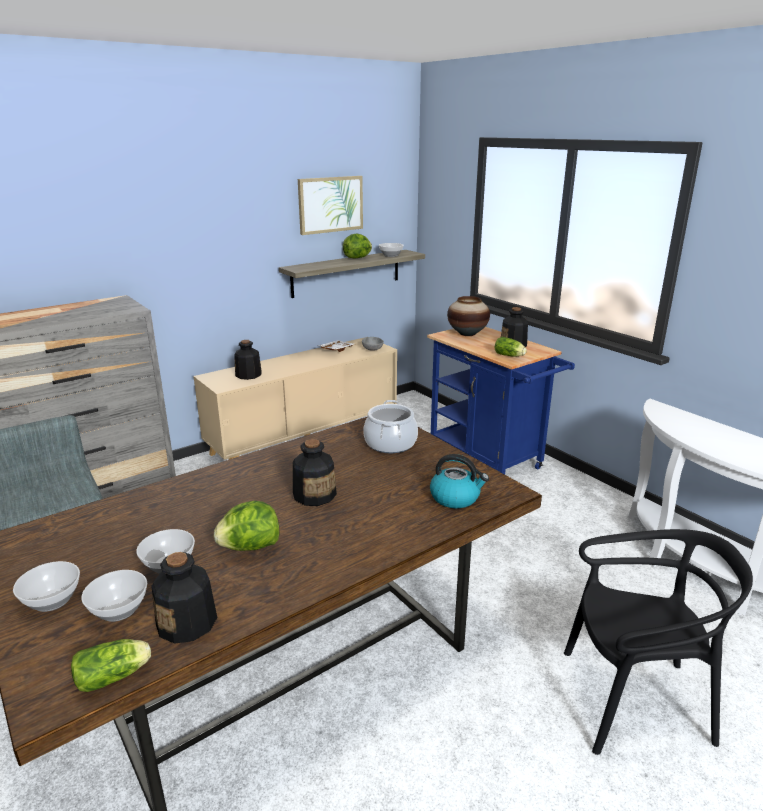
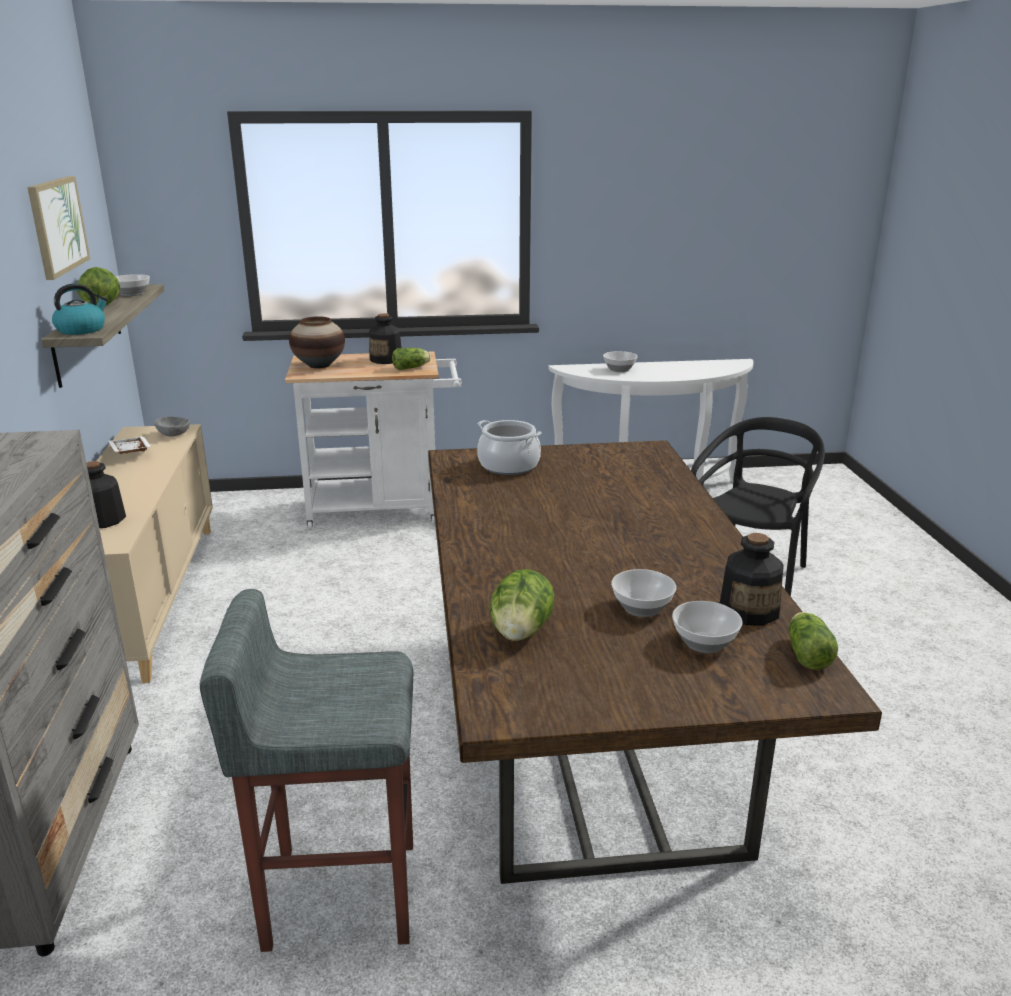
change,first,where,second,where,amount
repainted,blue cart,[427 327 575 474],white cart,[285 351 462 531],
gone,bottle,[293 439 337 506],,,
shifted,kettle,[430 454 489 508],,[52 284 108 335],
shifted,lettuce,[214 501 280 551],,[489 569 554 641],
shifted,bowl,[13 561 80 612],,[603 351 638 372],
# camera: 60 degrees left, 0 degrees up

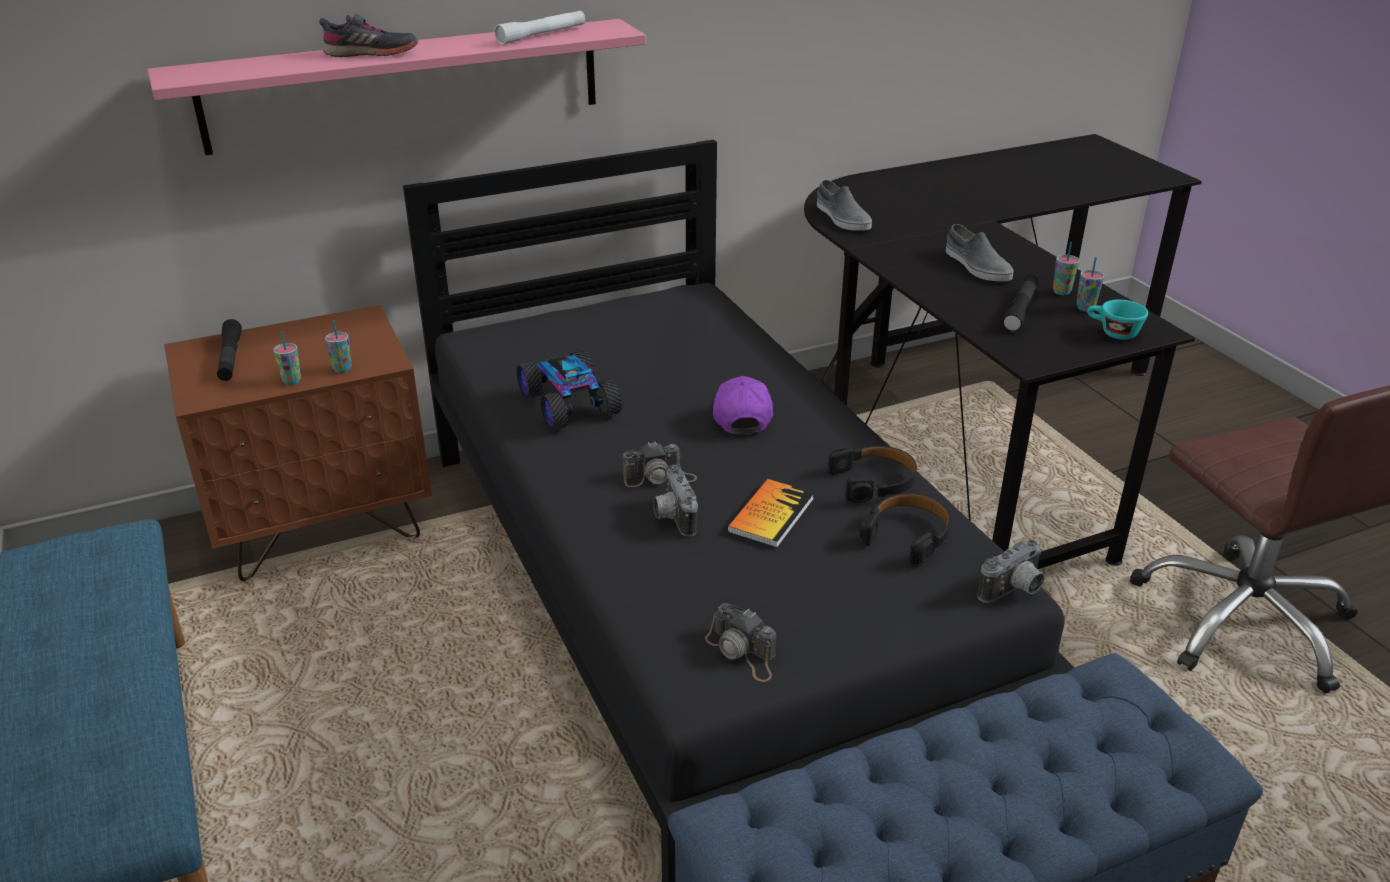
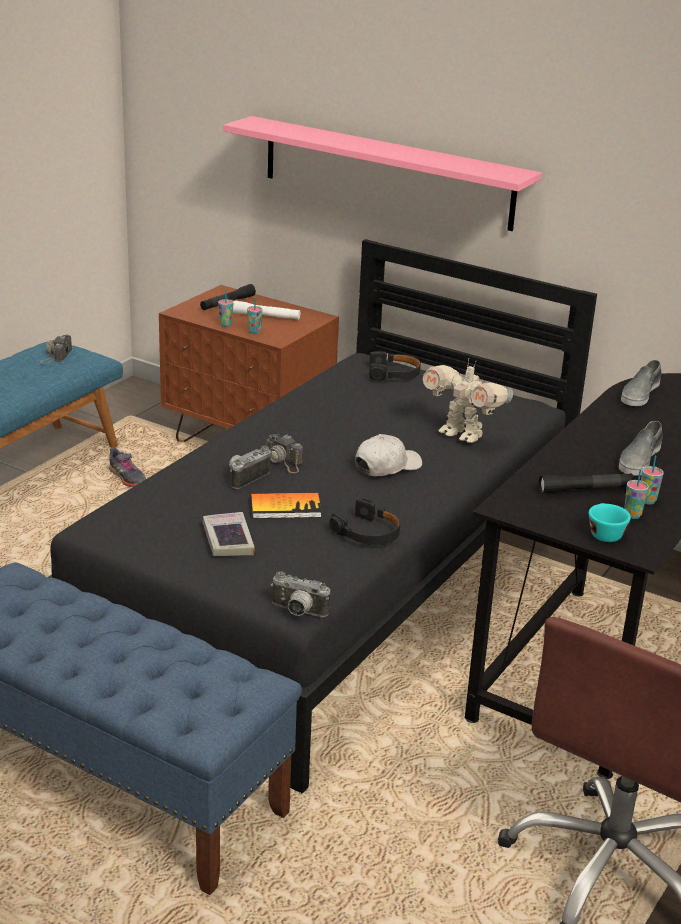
change,first,where,second,where,amount
shifted,white flashlight,[494 11 585 45],,[233 301 300 320],
shifted,grey shoe,[319 14 418 57],,[109 447 146 487],
gone,toy car,[517 350 622 431],,,
repainted,purple cap,[713 376 773 434],white cap,[355 434 422 476],
shifted,black headphones,[860 493 951 565],,[369 351 421 380],
shifted,photo camera,[705 603 776 682],,[40 334 72 364],
new,,,toy robot,[423 359 513 443],
new,,,book,[203 512 255 556],
# camera: 55 degrees right, 5 degrees down

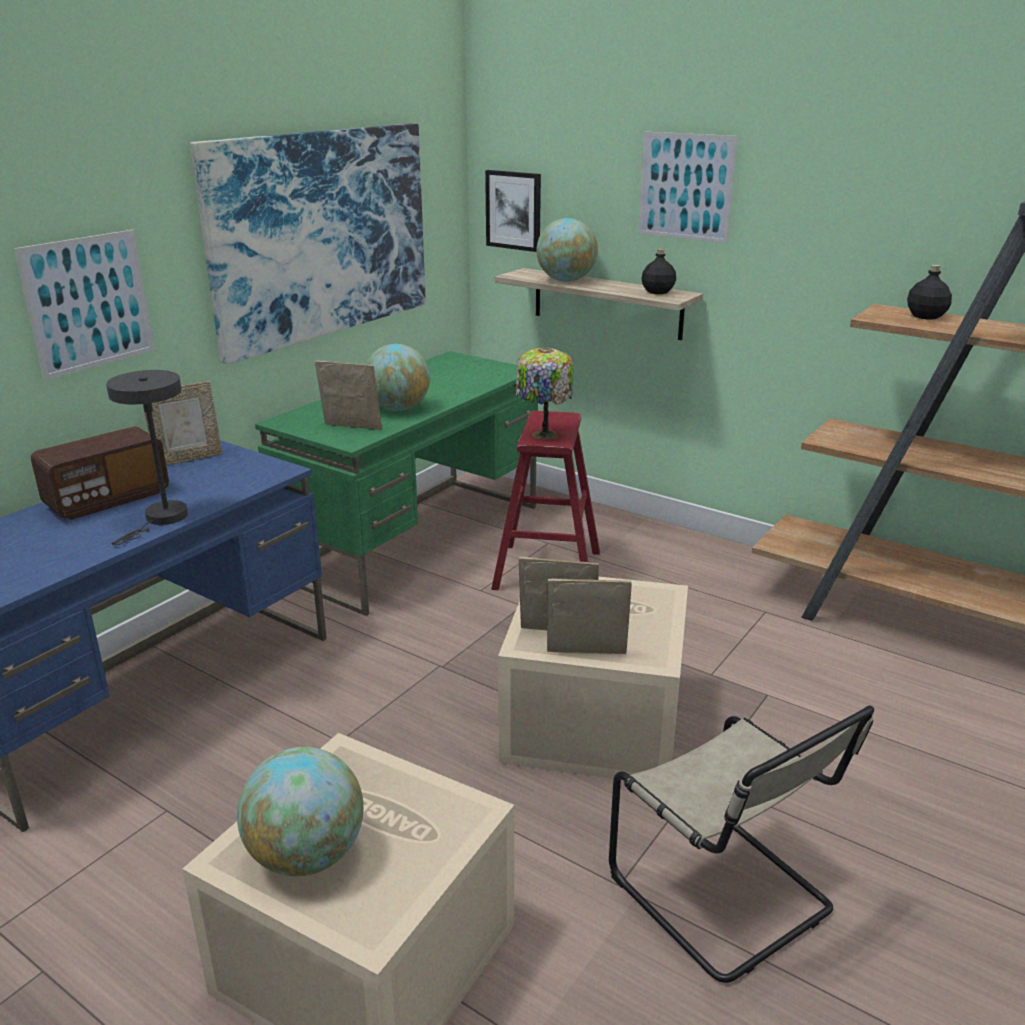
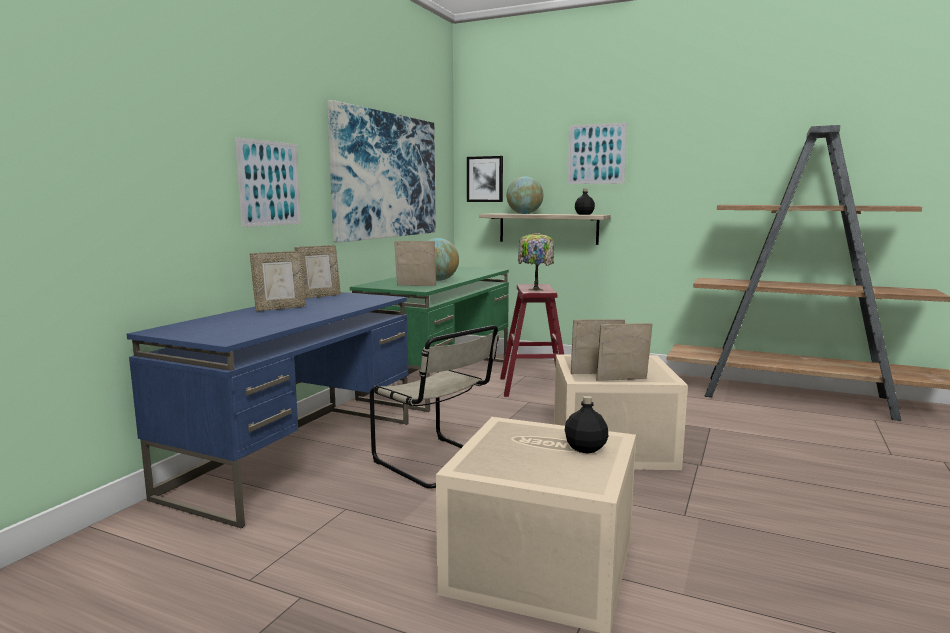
change,first,where,second,where,amount
shifted,black bottle,[907 265 952 319],,[565 396 608 453],
gone,grey table lamp,[106 370 188 545],,,
swapped,radio,[31 426 169 520],picture frame,[250 251 306 311],
shifted,beige chair,[609 705 874 983],,[370 325 499 489],
gone,globe,[237 747 363 876],,,
# camera: 10 degrees left, 15 degrees down

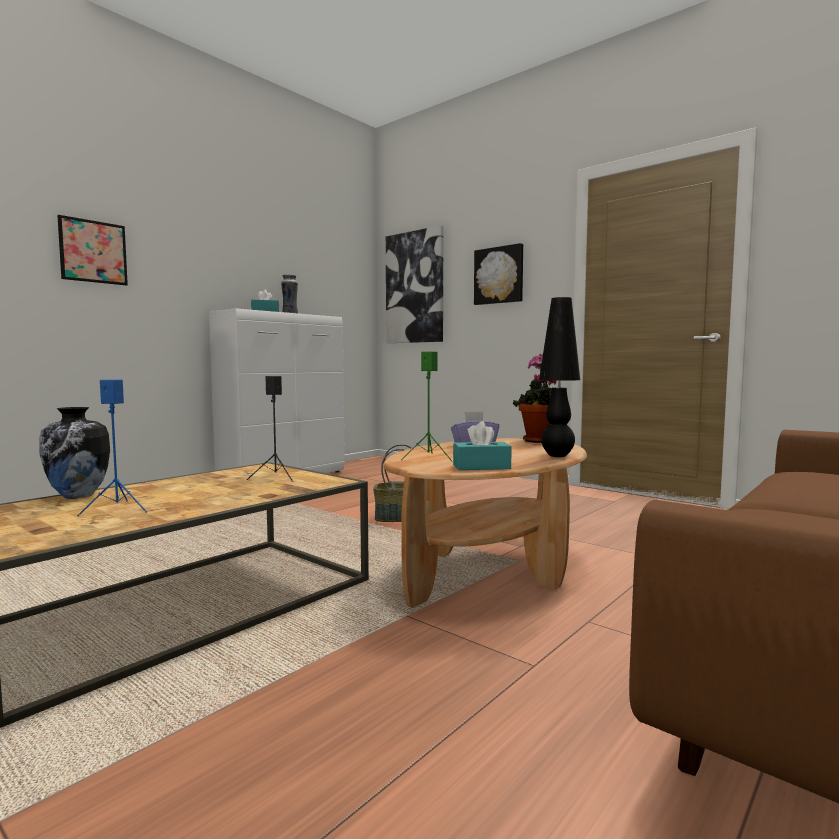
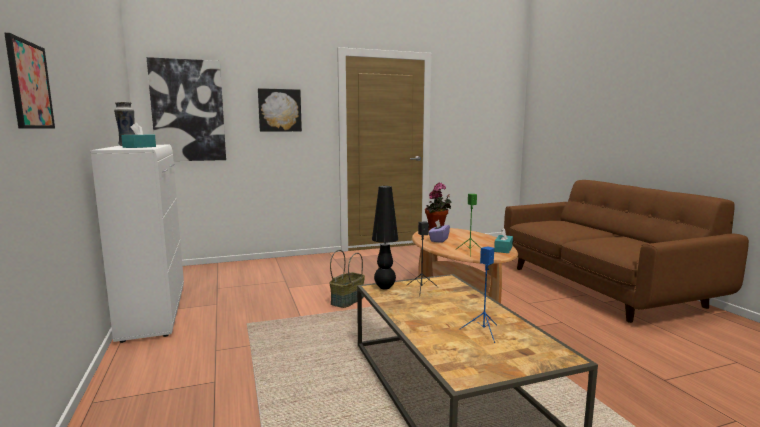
change,first,where,second,where,amount
shifted,black table lamp,[539 297 580 457],,[372 186 399 290],
gone,vase,[39 407 110 499],,,
# camera: 60 degrees left, 5 degrees up

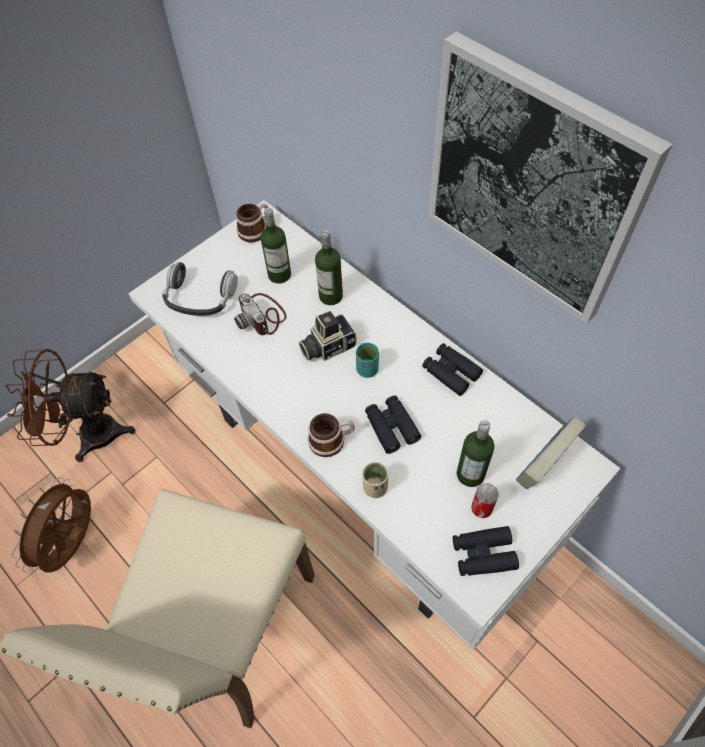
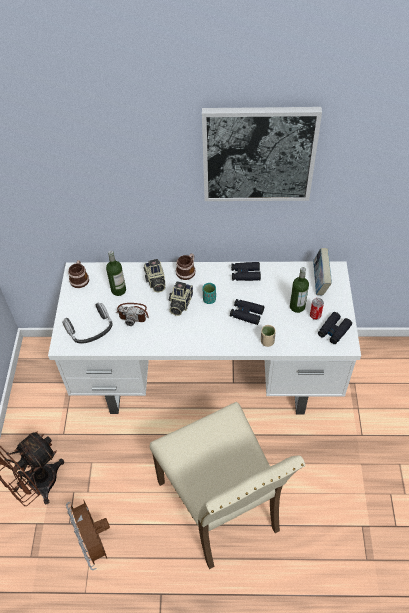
change,first,where,second,where,amount
swapped,bottle,[315 230 343 305],photo camera,[144 259 165 292],
shifted,mug,[308 413 355 457],,[176 253 195 280],
# camera: 45 degrees left, 5 degrees down

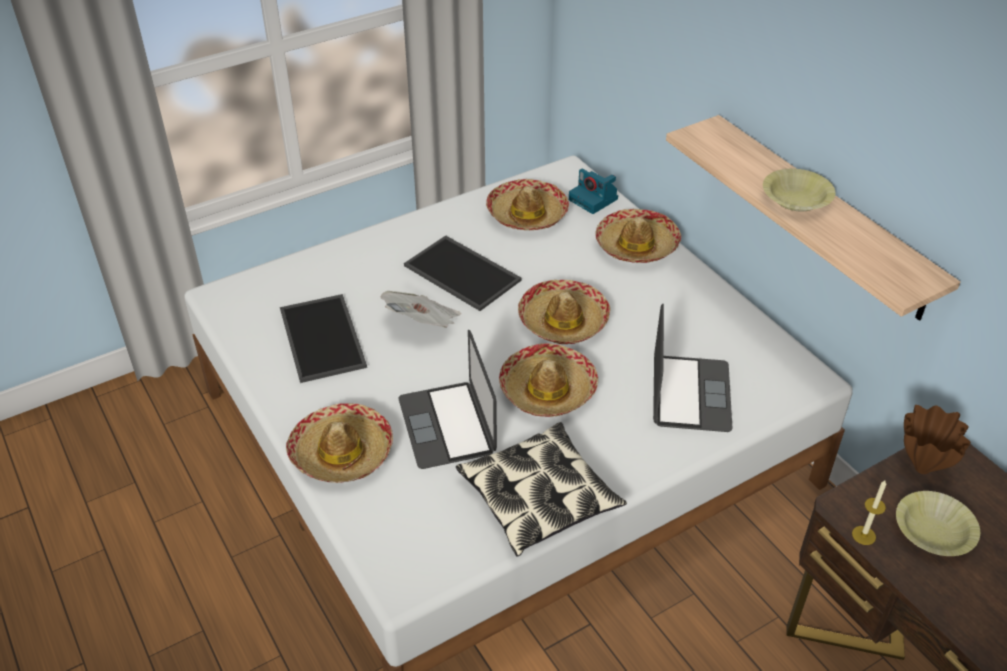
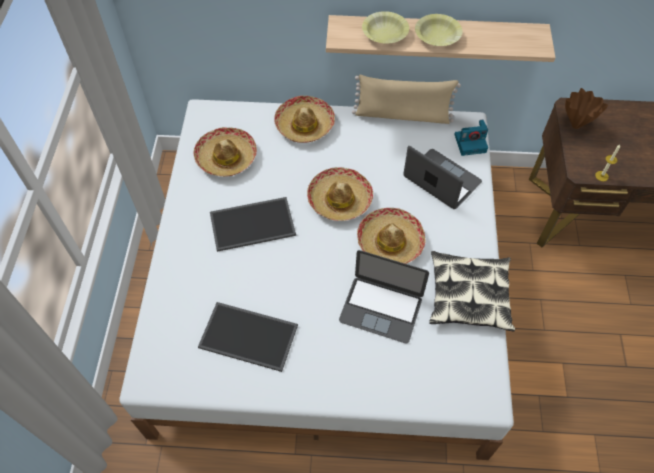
change,first,where,second,where,amount
shifted,photo camera,[569 169 618 214],,[454 119 488 156],
gone,newspaper,[381 291 461 328],,,
gone,hat,[286 403 393 483],,,
shifted,yellow bowl,[896 491 980 556],,[362 11 409 44],
new,,,beige pillow,[352 74 461 124],
# camera: 55 degrees left, 15 degrees up

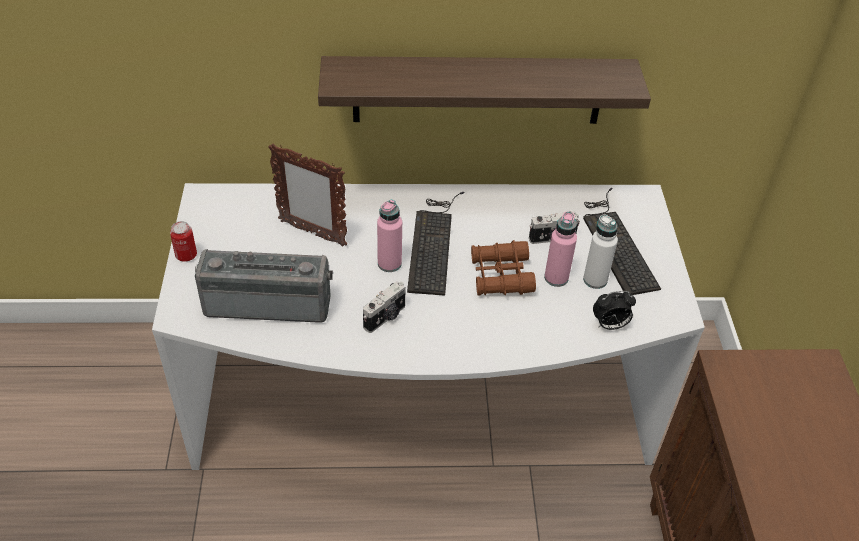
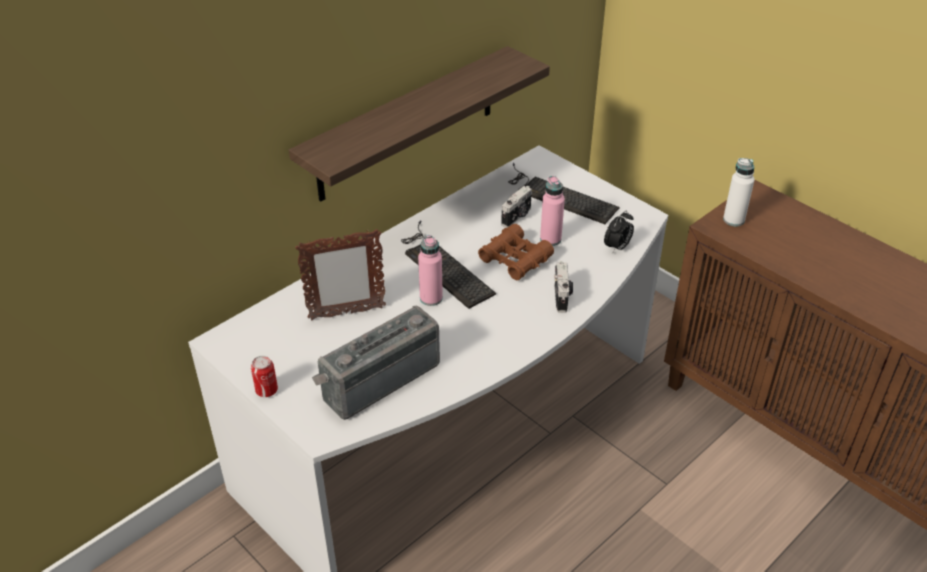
change,first,where,second,where,amount
shifted,white bottle,[583 214 618 289],,[723 158 755 226],
shifted,photo camera,[363 281 406 333],,[554 261 573 313],
# camera: 40 degrees left, 5 degrees down

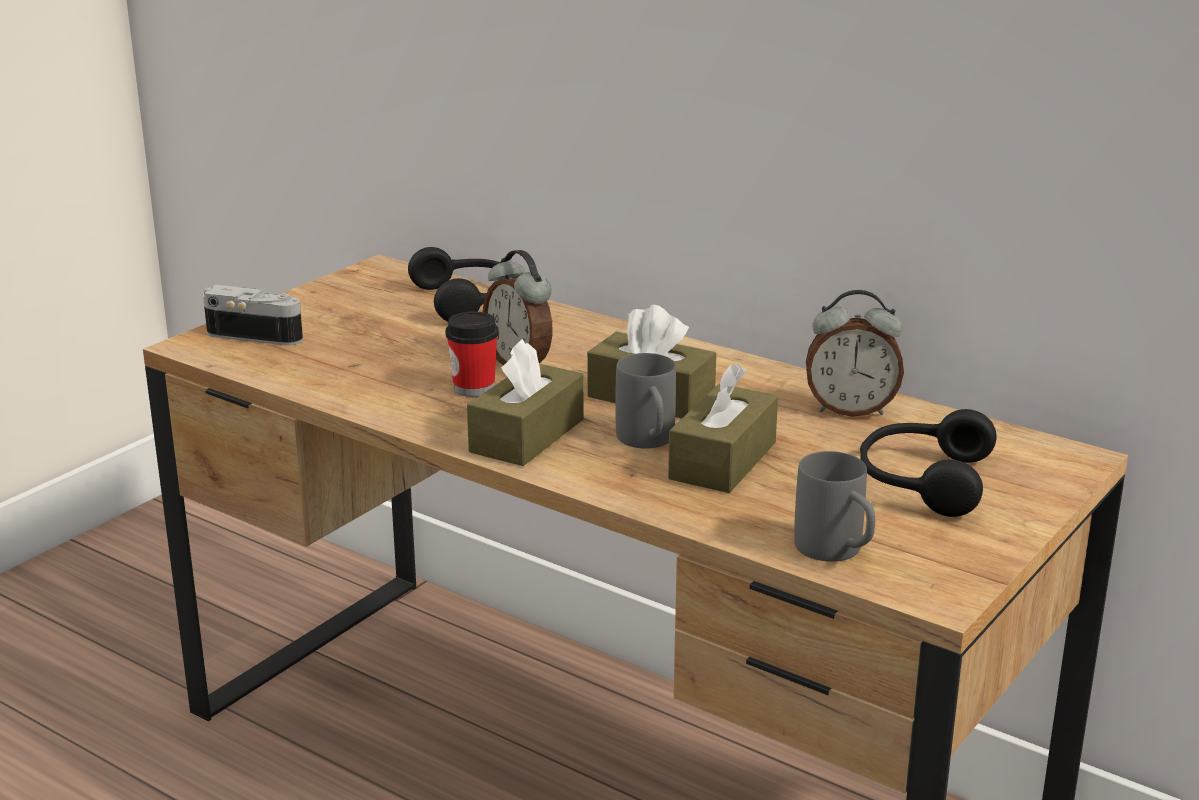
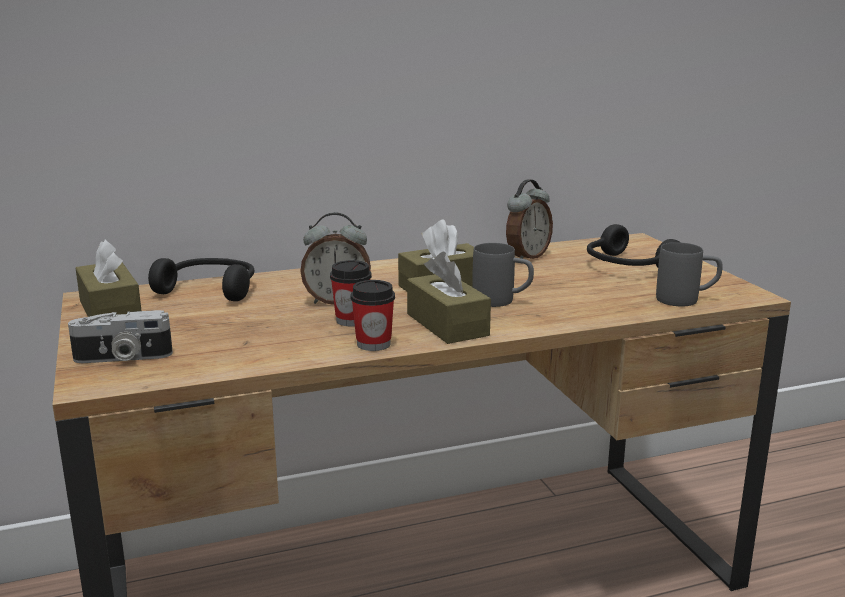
change,first,where,second,where,amount
rotated,photo camera,[203 285 303 345],,[68 310 173 363],150 degrees counterclockwise
shifted,brown tissue box,[668 364 778 493],,[75 240 141 317],
new,,,cup,[351 280 395 351],
# camera: 55 degrees left, 5 degrees down

